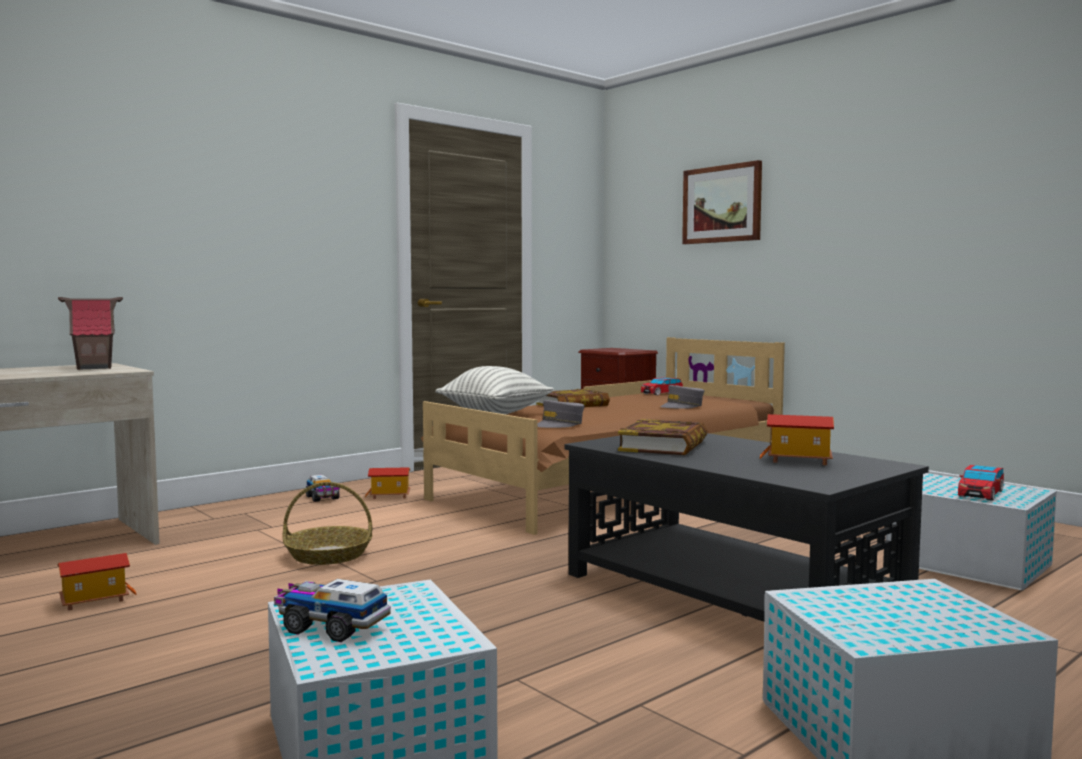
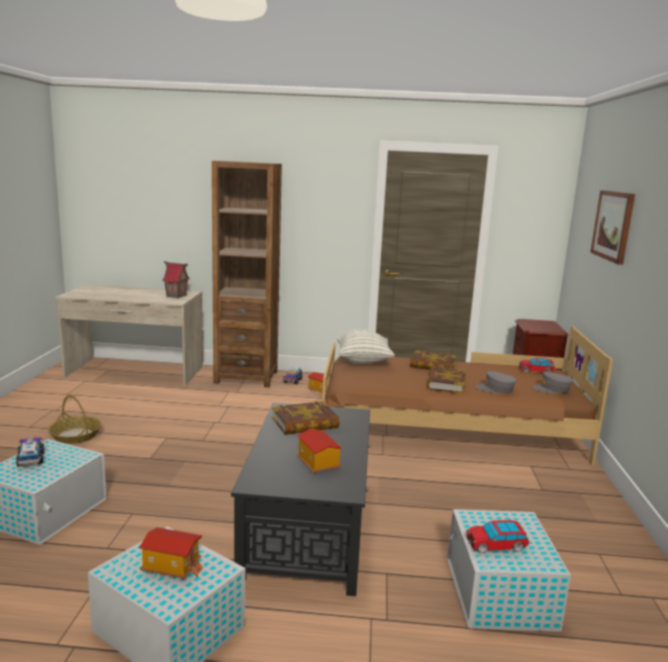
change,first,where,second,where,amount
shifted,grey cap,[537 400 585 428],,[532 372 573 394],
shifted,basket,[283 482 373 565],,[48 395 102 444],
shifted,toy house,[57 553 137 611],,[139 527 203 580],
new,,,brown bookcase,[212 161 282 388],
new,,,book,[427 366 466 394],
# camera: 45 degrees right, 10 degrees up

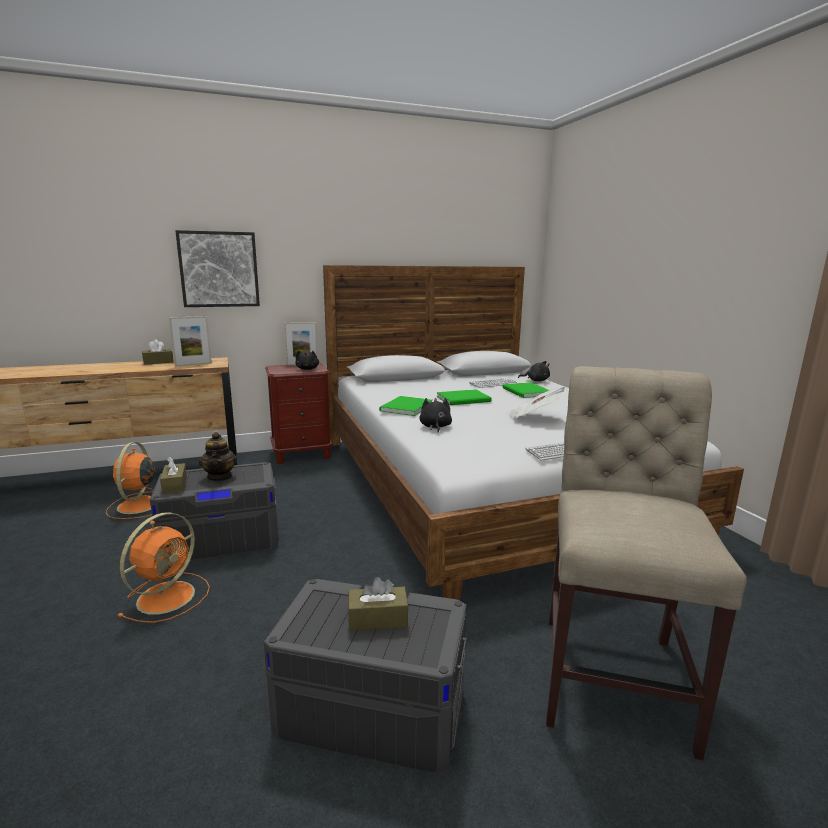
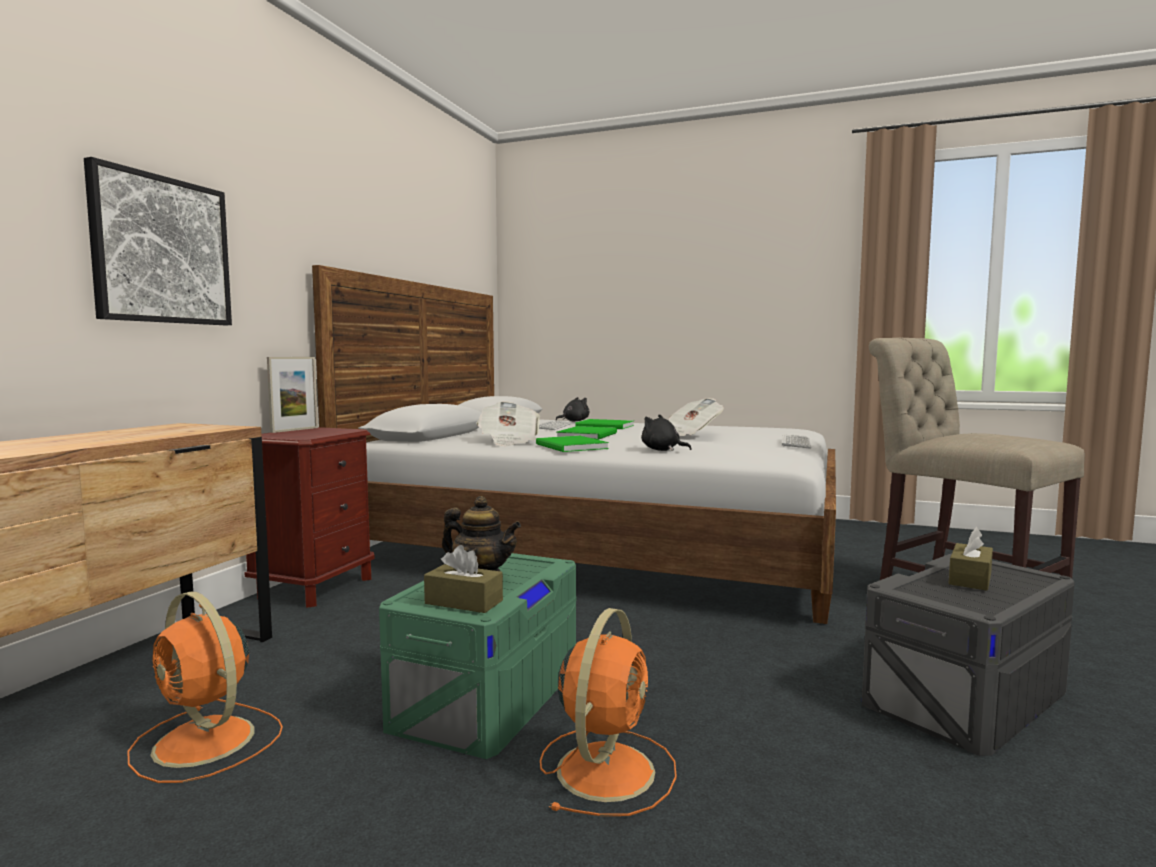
change,first,where,second,where,amount
gone,picture frame,[169 316 212 367],,,
gone,brown tissue box,[142 339 173 365],,,
gone,black plush toy,[295 350 319 370],,,
repainted,grey storage box,[150 462 278 561],green storage box,[379 553 576 759],
rotated,orange fan,[118 512 210 623],,[540 608 677 816],45 degrees clockwise
new,,,newspaper,[477 401 540 446],
# camera: 50 degrees left, 10 degrees down

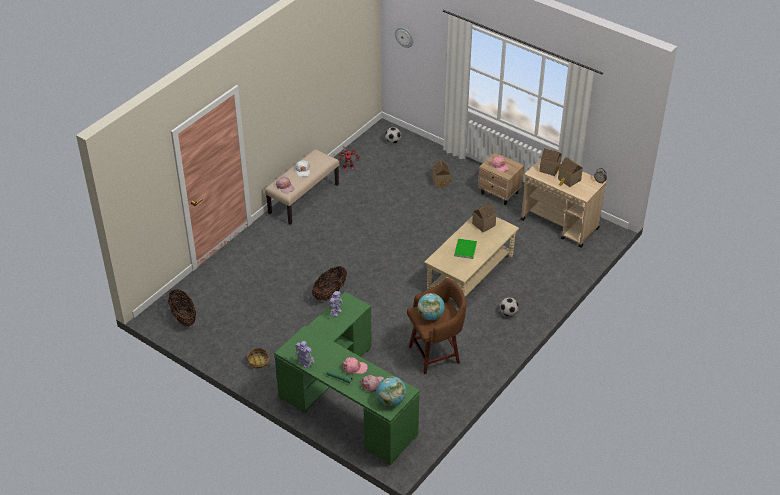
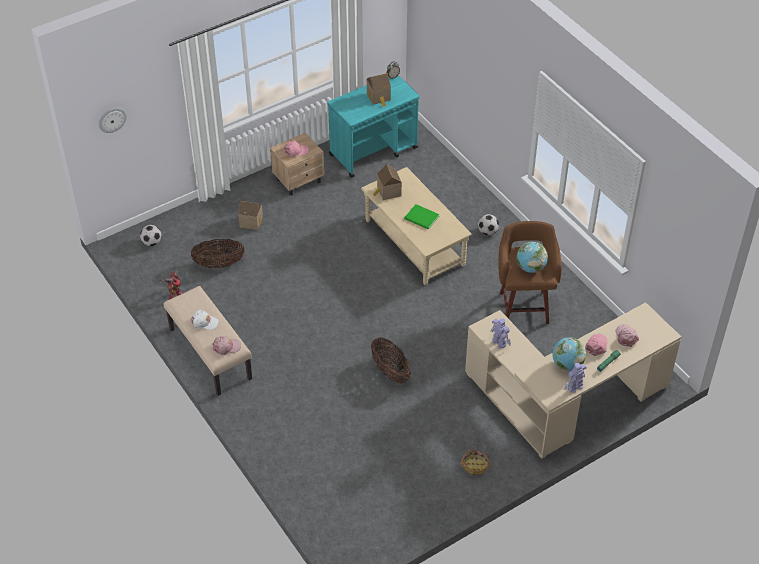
change,first,where,second,where,amount
gone,toy house,[539 148 562 176],,,
repainted,beige cart,[521 159 606 248],turquoise cart,[327 75 420 177],
shifted,basket,[168 289 196 327],,[191 239 245 268],
repainted,green desk,[275 292 420 466],beige desk,[465 302 681 459],
shifted,globe,[377 376 406 406],,[552 337 586 371],
# camera: 70 degrees left, 5 degrees up

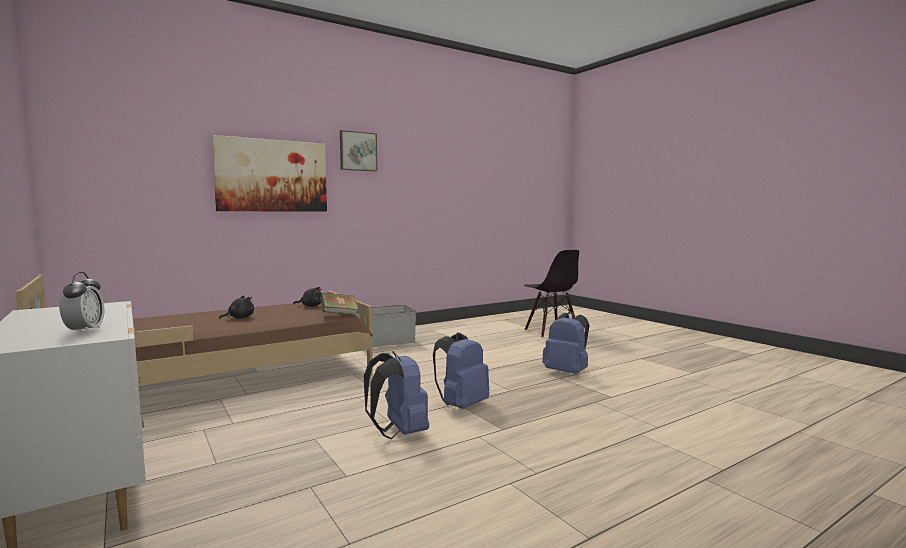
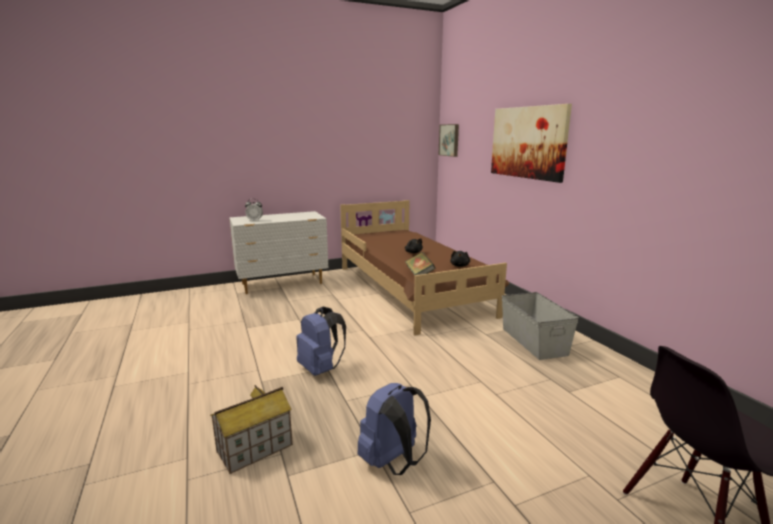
change,first,where,second,where,amount
shifted,picture,[340 130 378 171],,[439 124 459 157],
gone,blue backpack,[364 352 429 439],,,
new,,,toy house,[210 385 293 474],
# camera: 100 degrees right, 10 degrees up

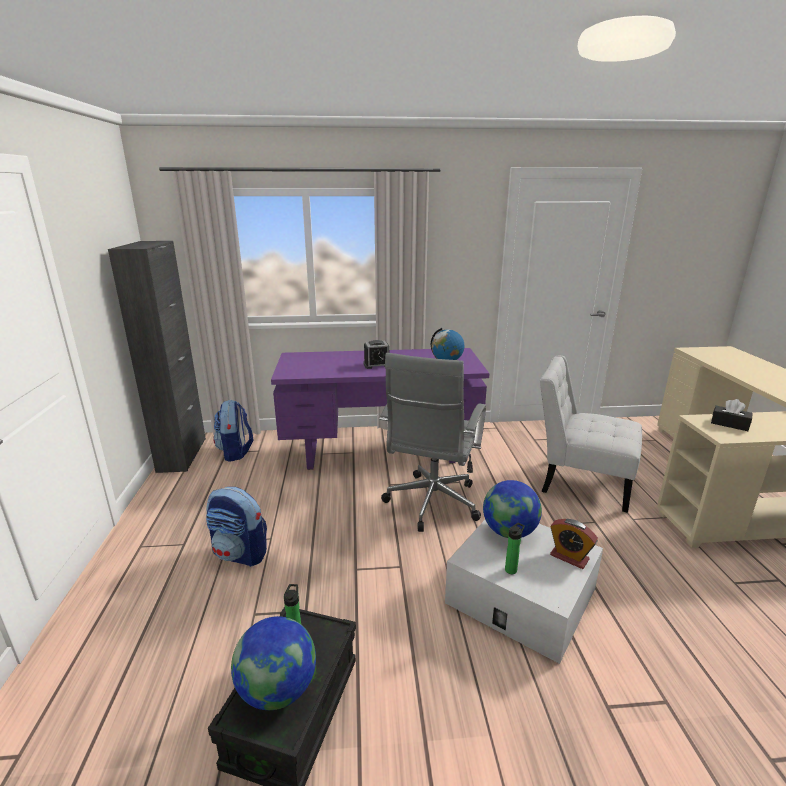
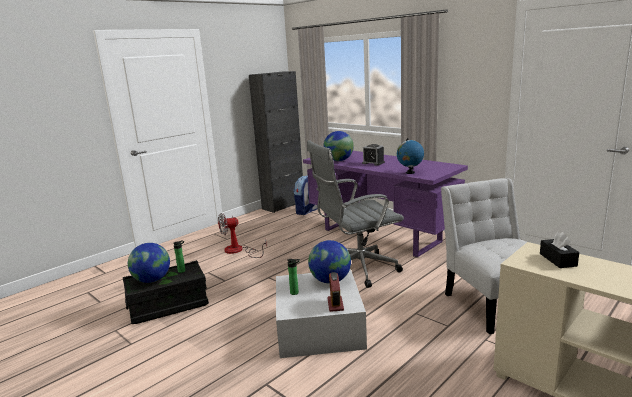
change,first,where,second,where,amount
swapped,backpack,[206 487 267 567],fan,[218 213 267 258],
new,,,globe,[323 131 354 161],
# camera: 50 degrees right, 5 degrees down

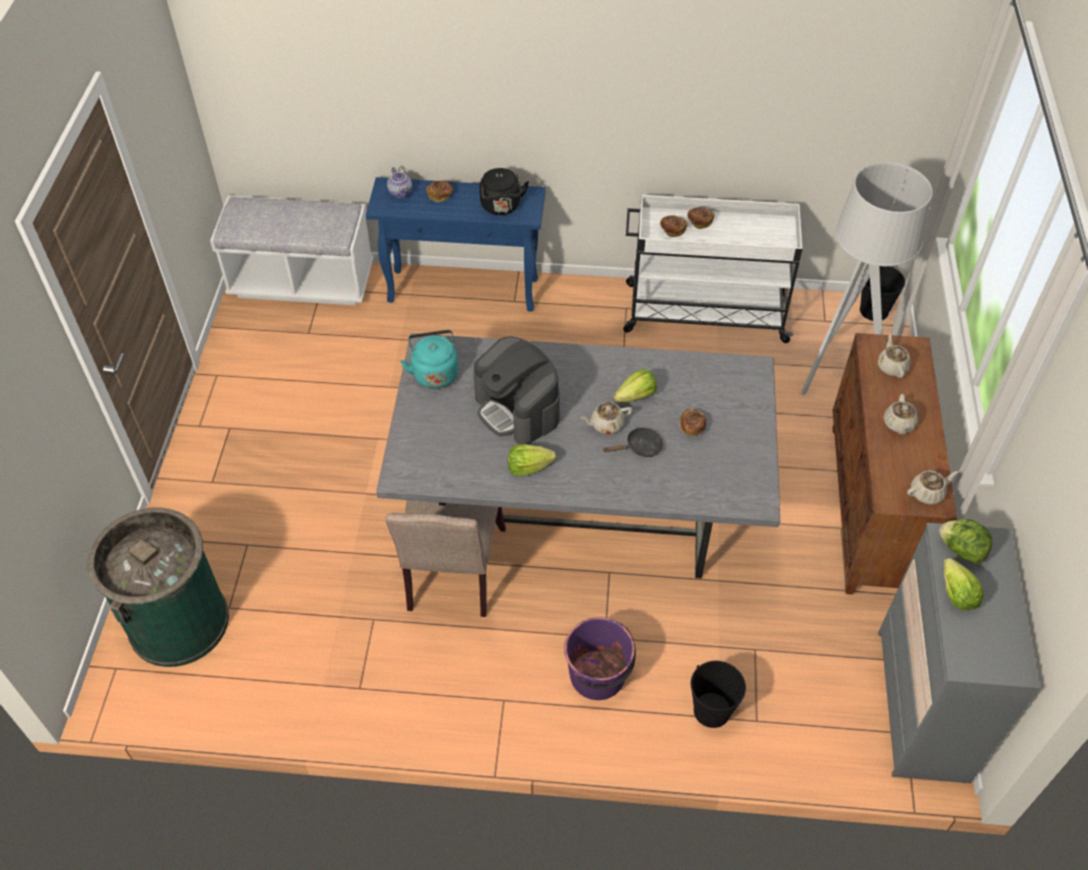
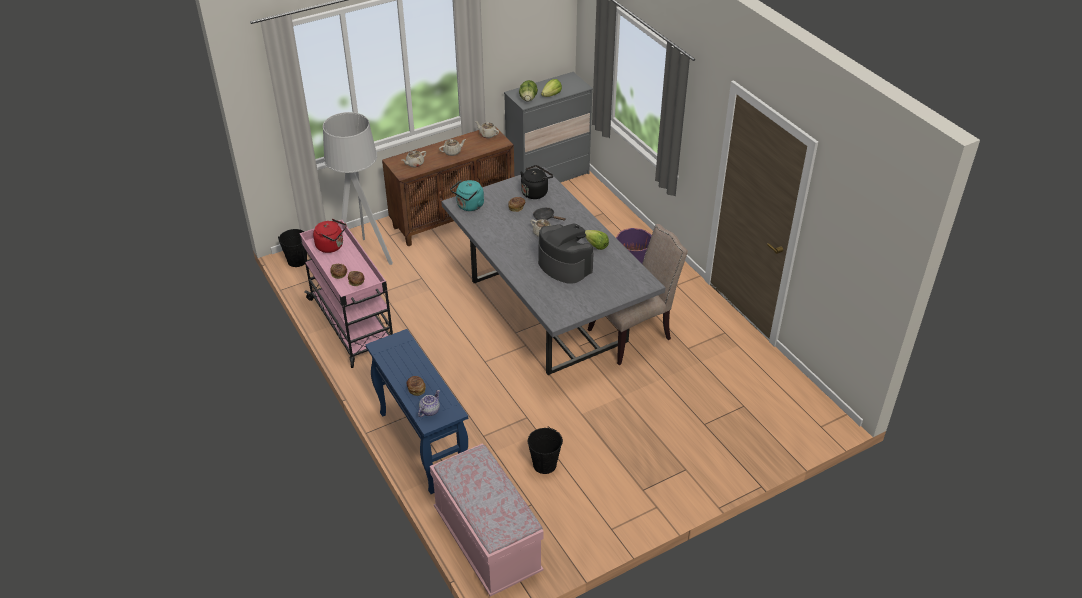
change,first,where,second,where,amount
shifted,black kettle,[479 168 529 215],,[520 165 553 199],
repainted,white cart,[623 195 803 343],pink cart,[299 220 393 368],
repainted,white bench,[210 196 374 305],pink bench,[430 443 544 596],
shifted,turquoise kettle,[400 330 459 389],,[450 180 484 211],
rotated,coffee machine,[473 336 560 445],,[538 223 594 283],60 degrees counterclockwise
gone,lettuce,[614 369 657 402],,,
gone,green trash can,[88 507 229 667],,,
shifted,black bucket,[691 661 746 728],,[528 426 563 474],
new,,,red kettle,[313 219 347 253],
# camera: 125 degrees left, 10 degrees down

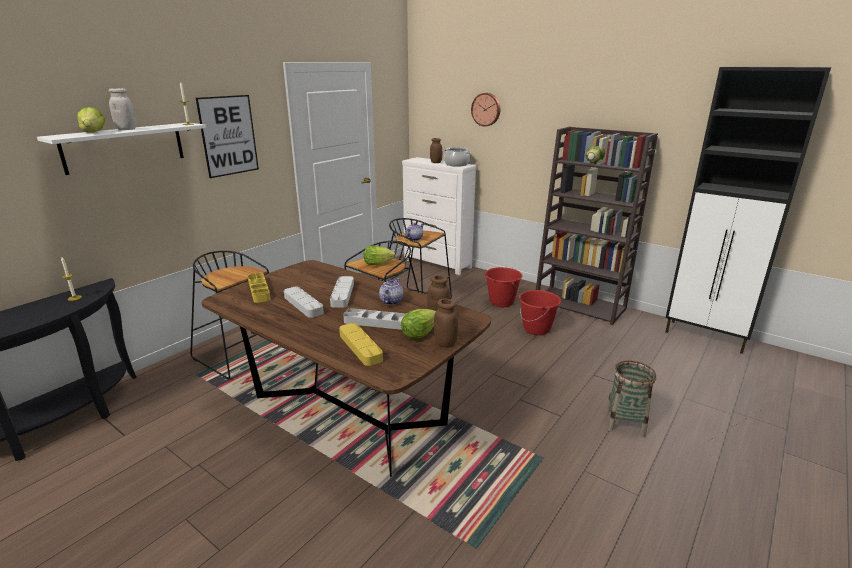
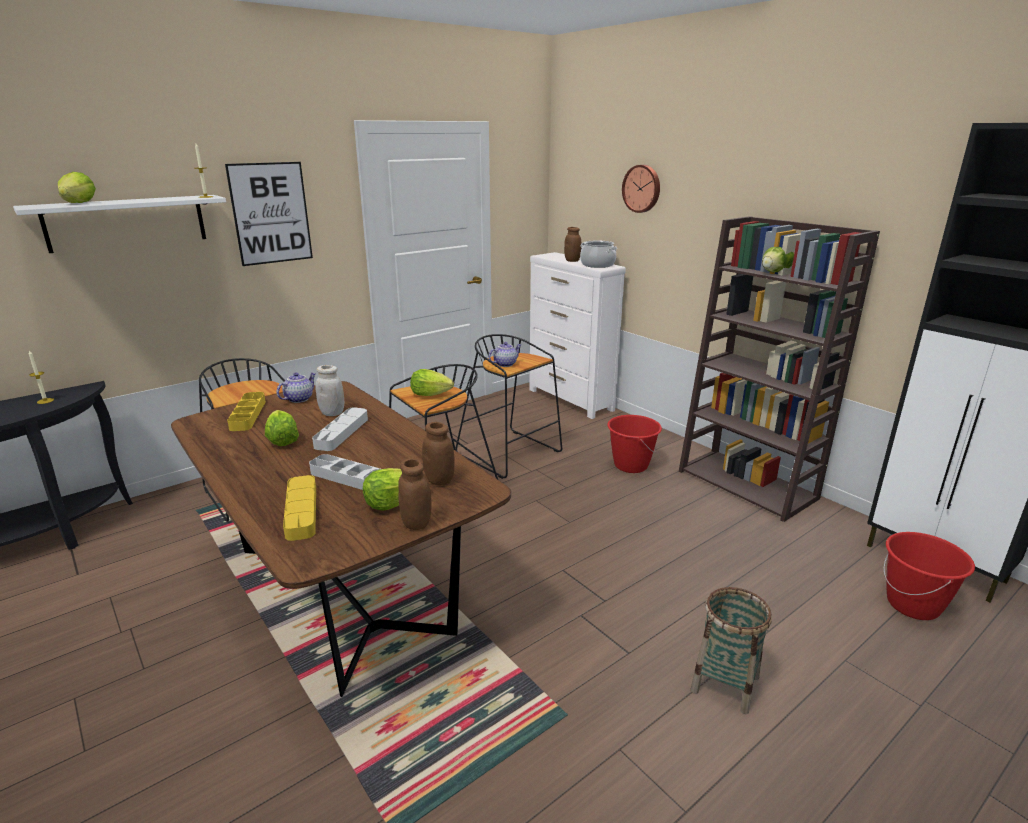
change,first,where,second,where,amount
shifted,white jar,[109 88 136 130],,[315 365 344 416],
shifted,teapot,[379 278 404 305],,[277 373 316 403],
swapped,grey tray,[284 287 324 318],lettuce,[265 410 299 446],
shifted,red bucket,[519 290 561 335],,[884 532 975 620],
# camera: 15 degrees right, 0 degrees up

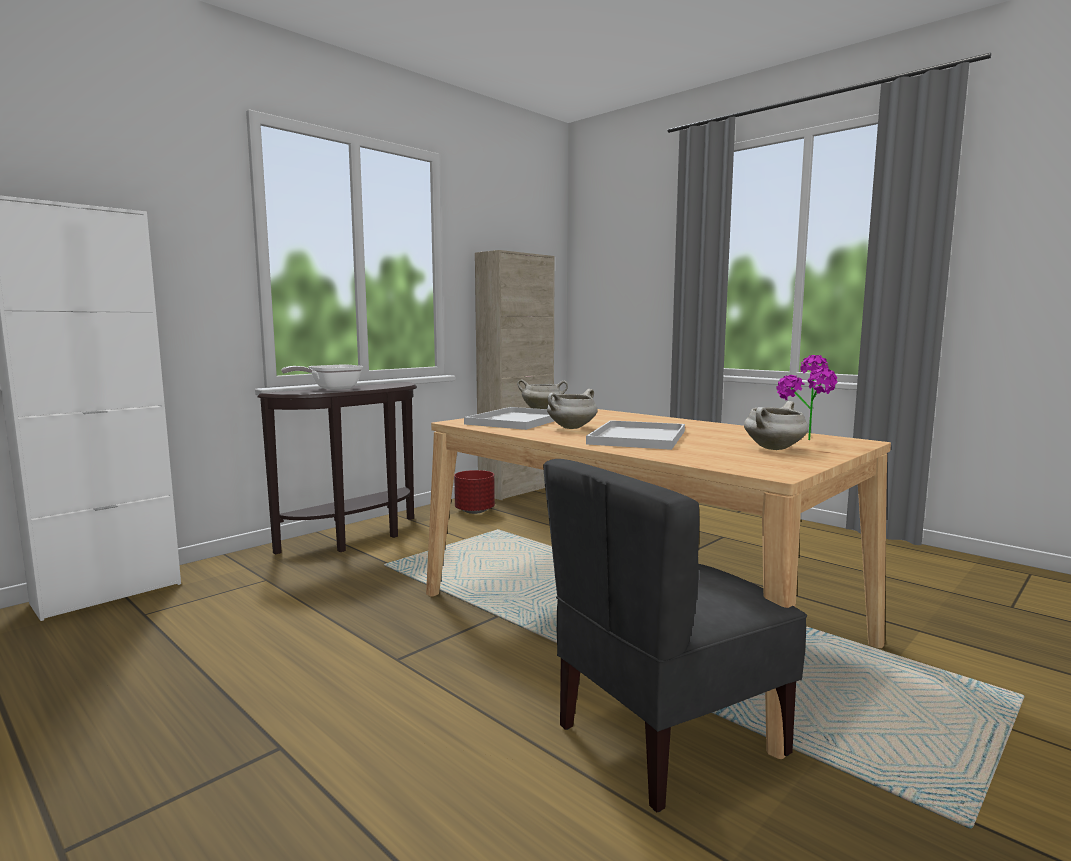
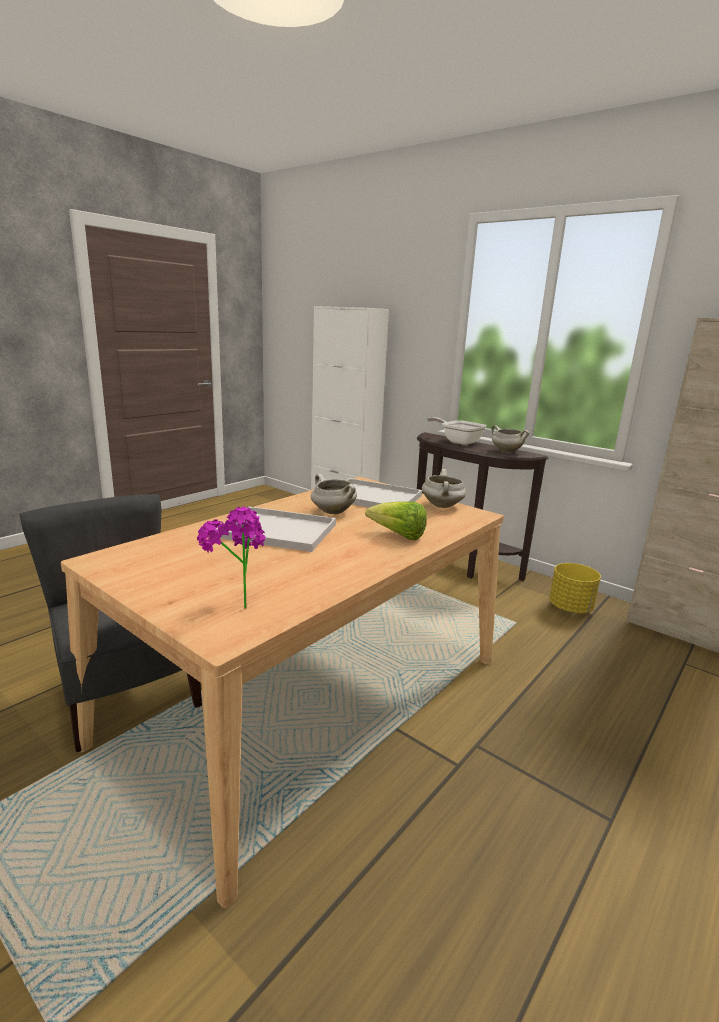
change,first,where,second,where,amount
shifted,white cooking pot,[744 401 808 450],,[491 425 529 453],
repainted,red planter,[454 470 495 514],yellow planter,[549 563 601 613],
new,,,lettuce,[365 502 427 540],
# camera: 85 degrees right, 10 degrees up

